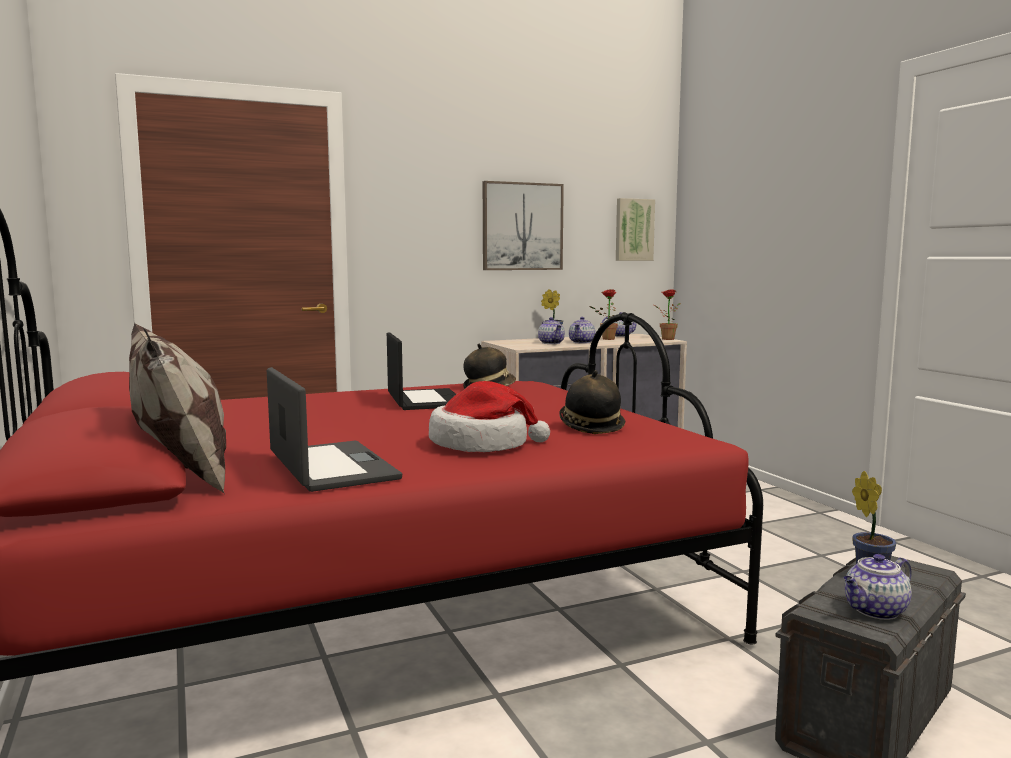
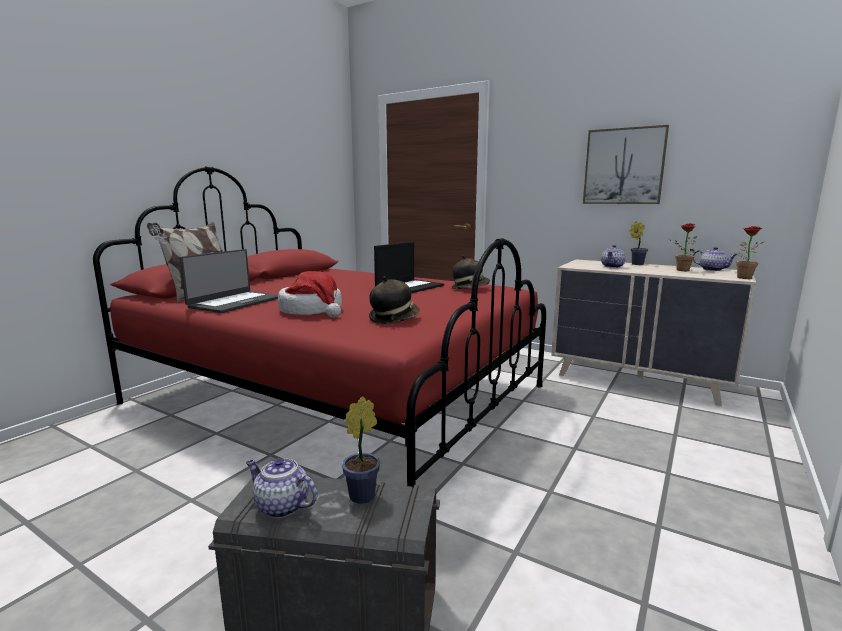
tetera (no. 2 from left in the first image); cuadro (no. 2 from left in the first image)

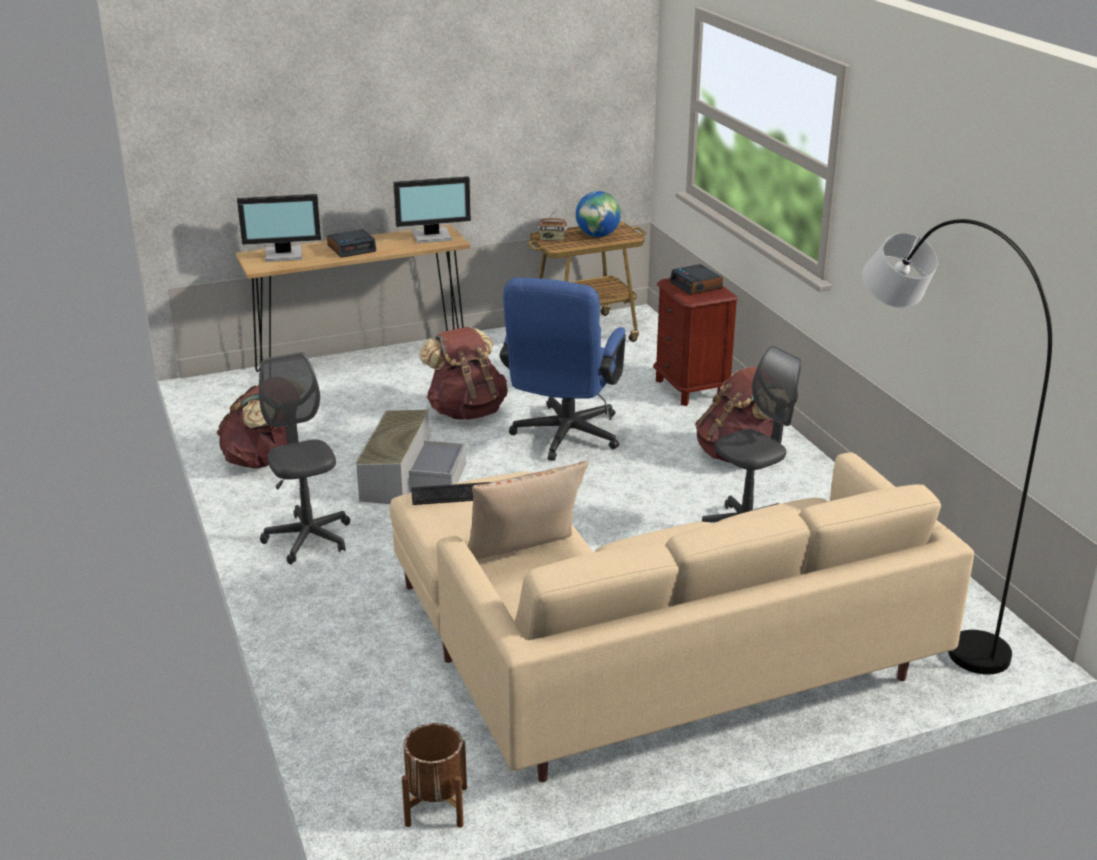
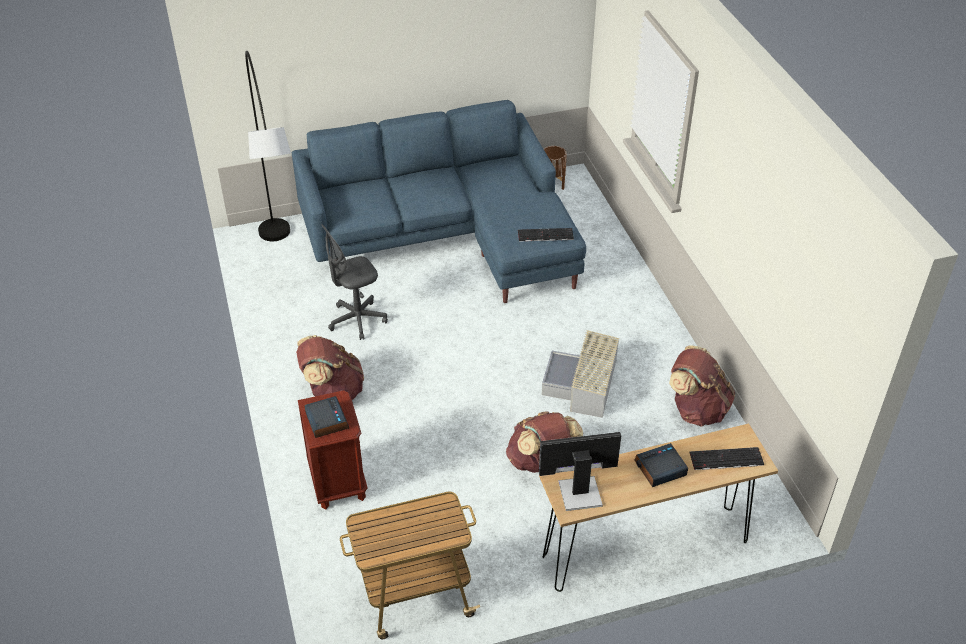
teclado (no. 2 from left); silla de oficina (gris) (no. 1 from left in the first image); sofá (azul); cojín (beis); silla de oficina (azul); radio; globo terráqueo

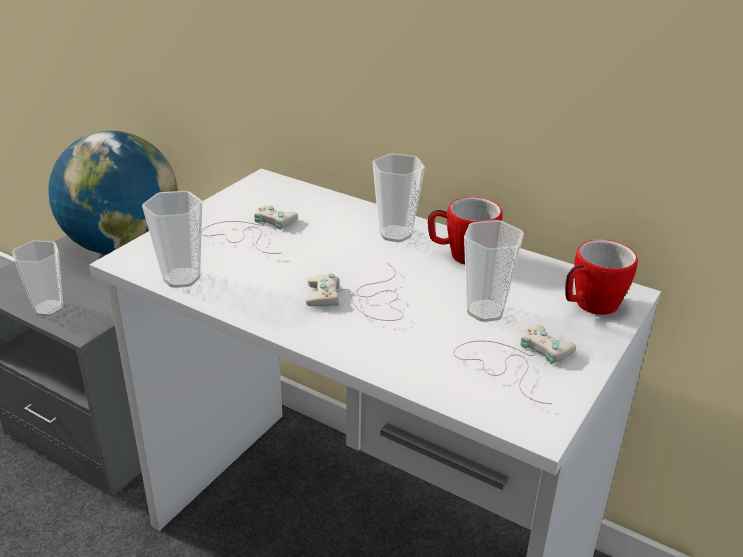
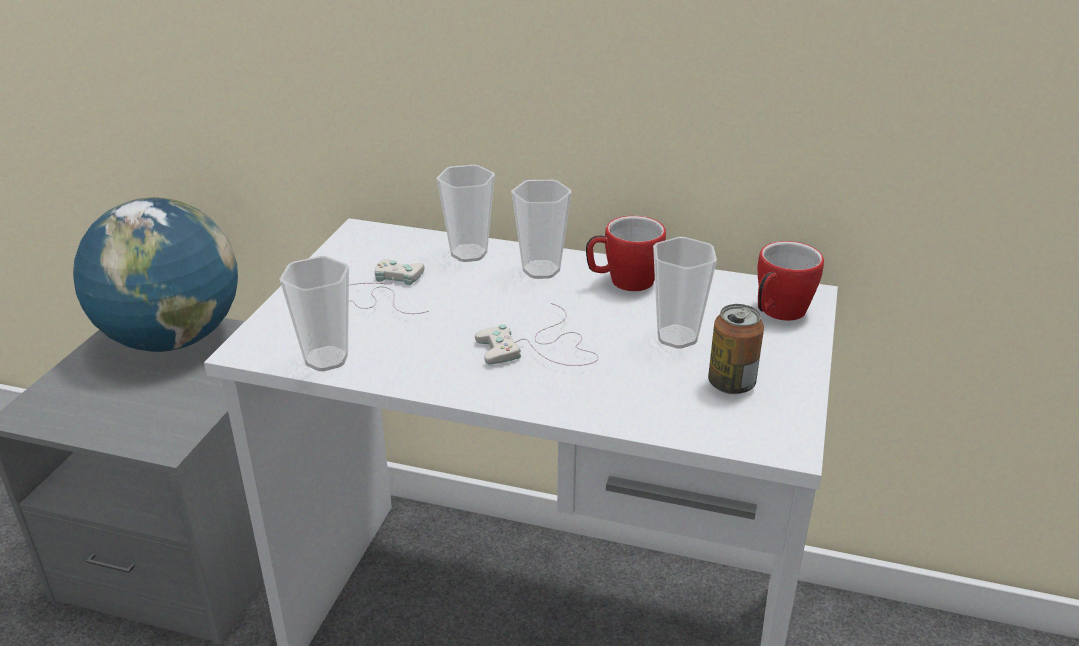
taza (no. 2 from left); lata

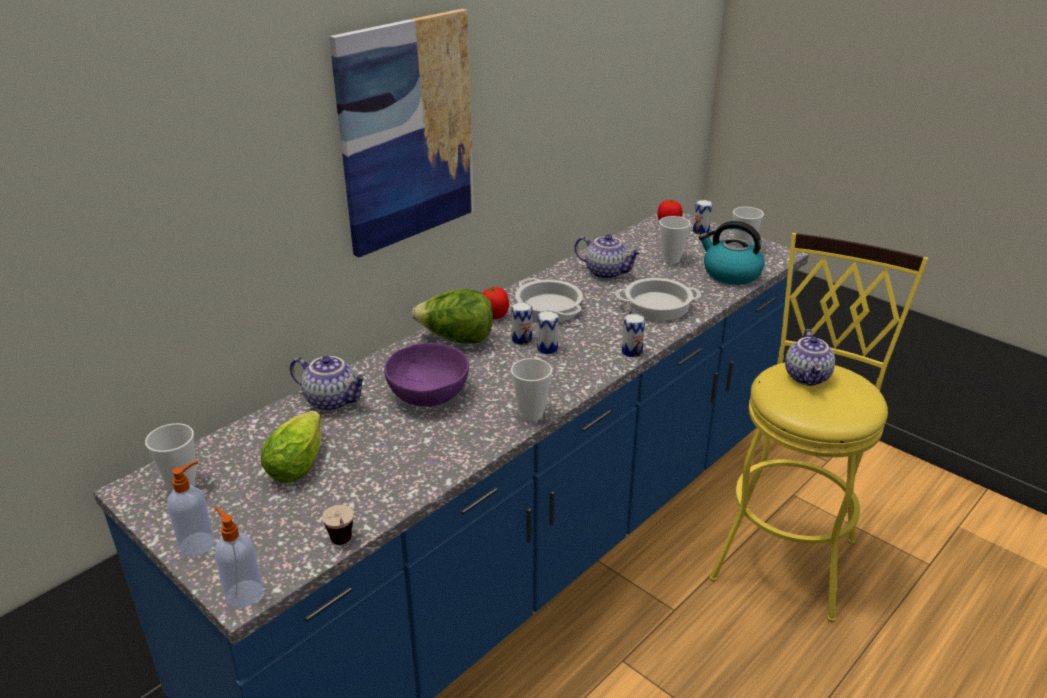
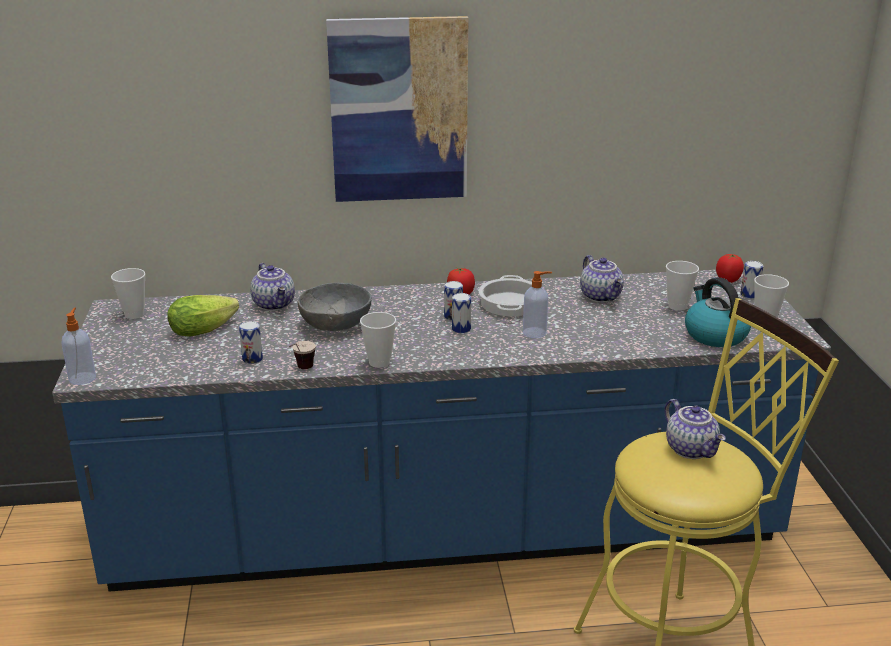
dispensador de jabón (no. 2 from left); taza (no. 2 from left); cuenco (gris); lechuga (no. 2 from left in the first image); olla (no. 2 from left in the first image); lata (no. 1 from left); tetera (no. 3 from left)

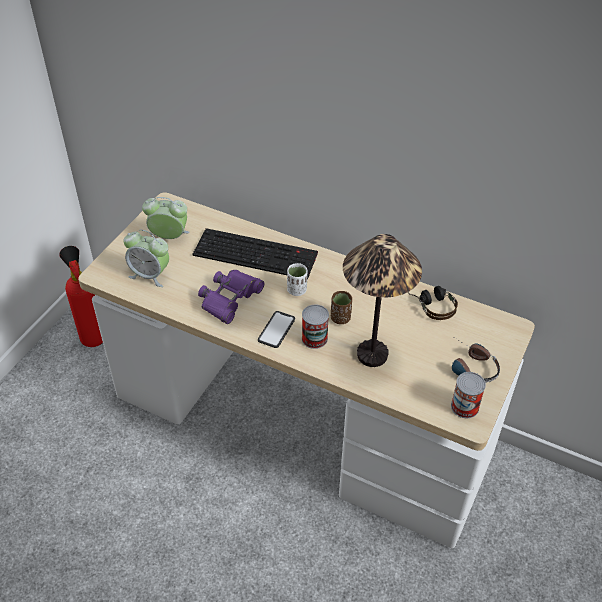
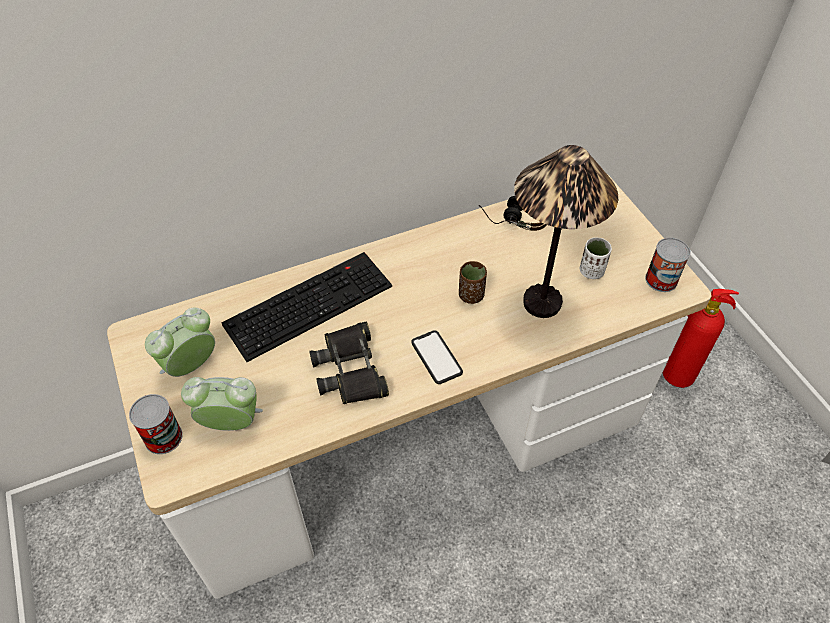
extintor; despertador (no. 2 from left); prismáticos (negro); taza (blanco); lata (no. 1 from left); auriculares (no. 2 from left in the first image)

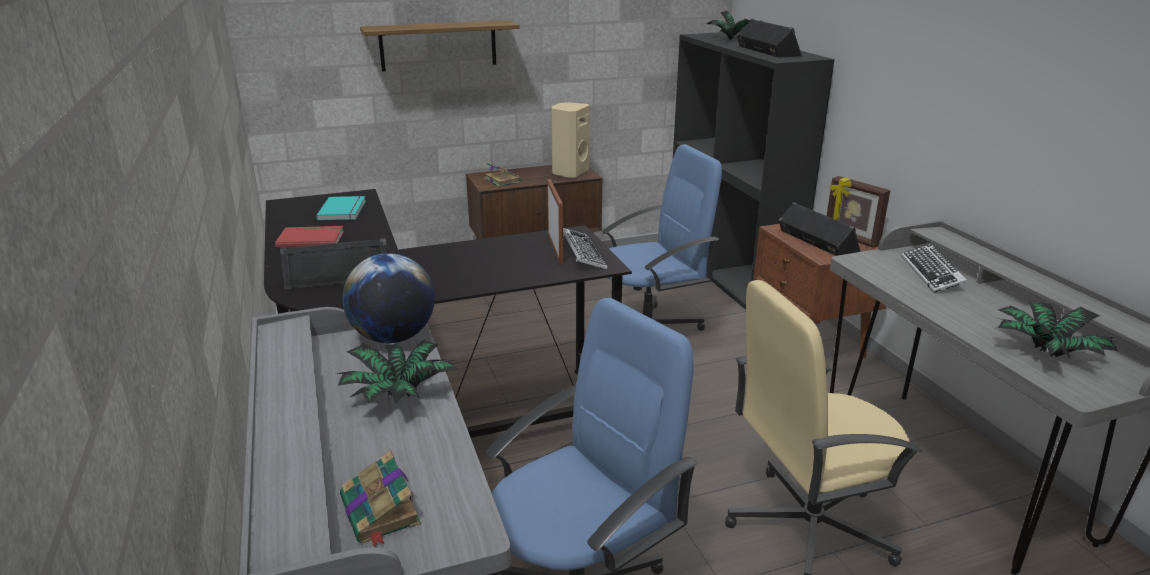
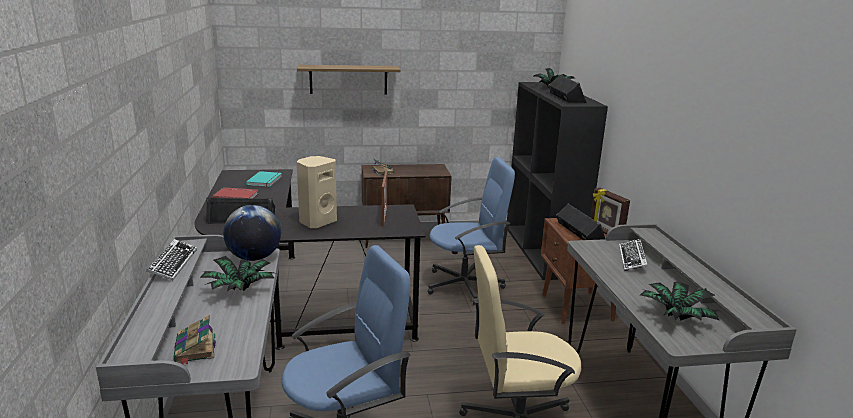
altavoz (beis); teclado (no. 1 from left)

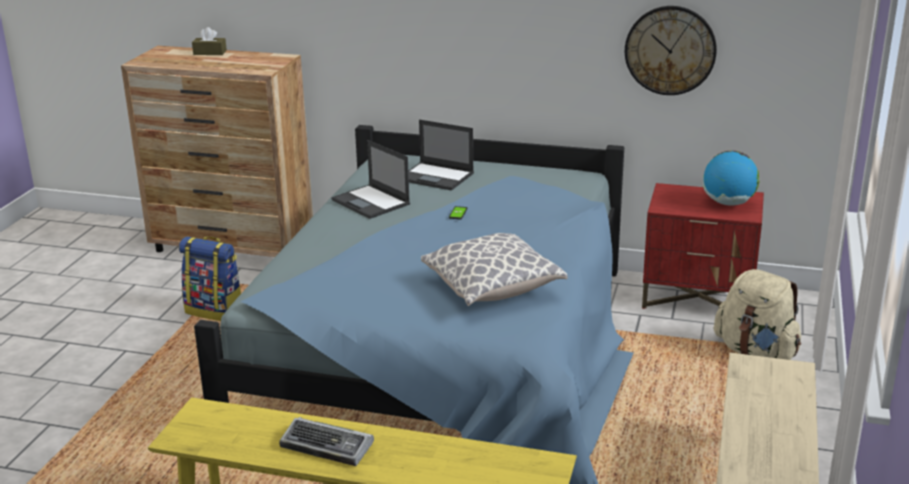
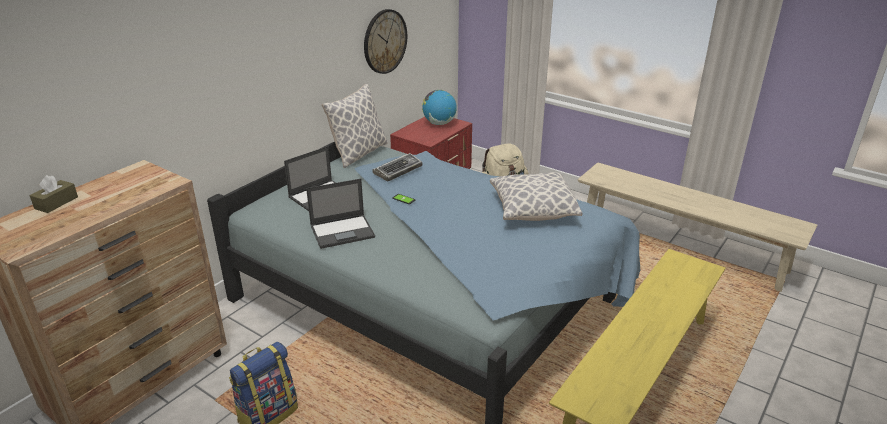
teclado; cojín (no. 1 from left)

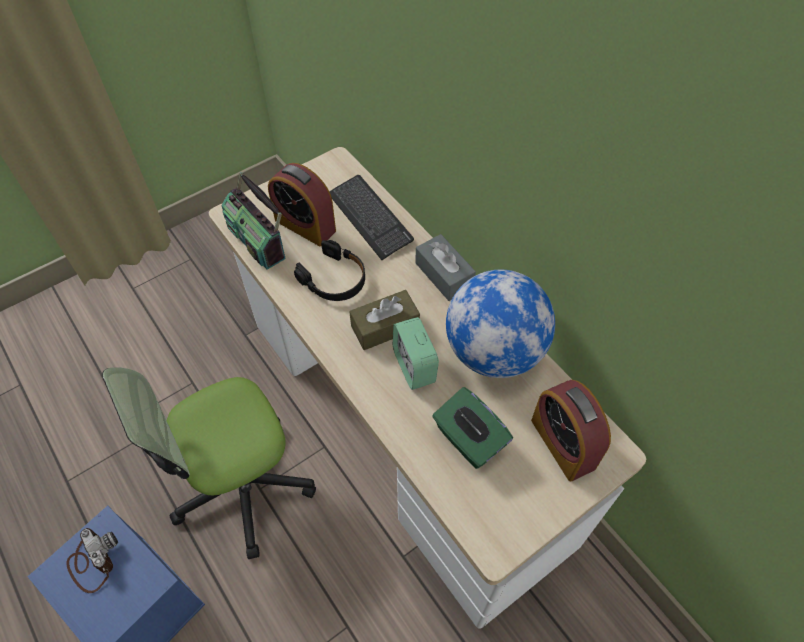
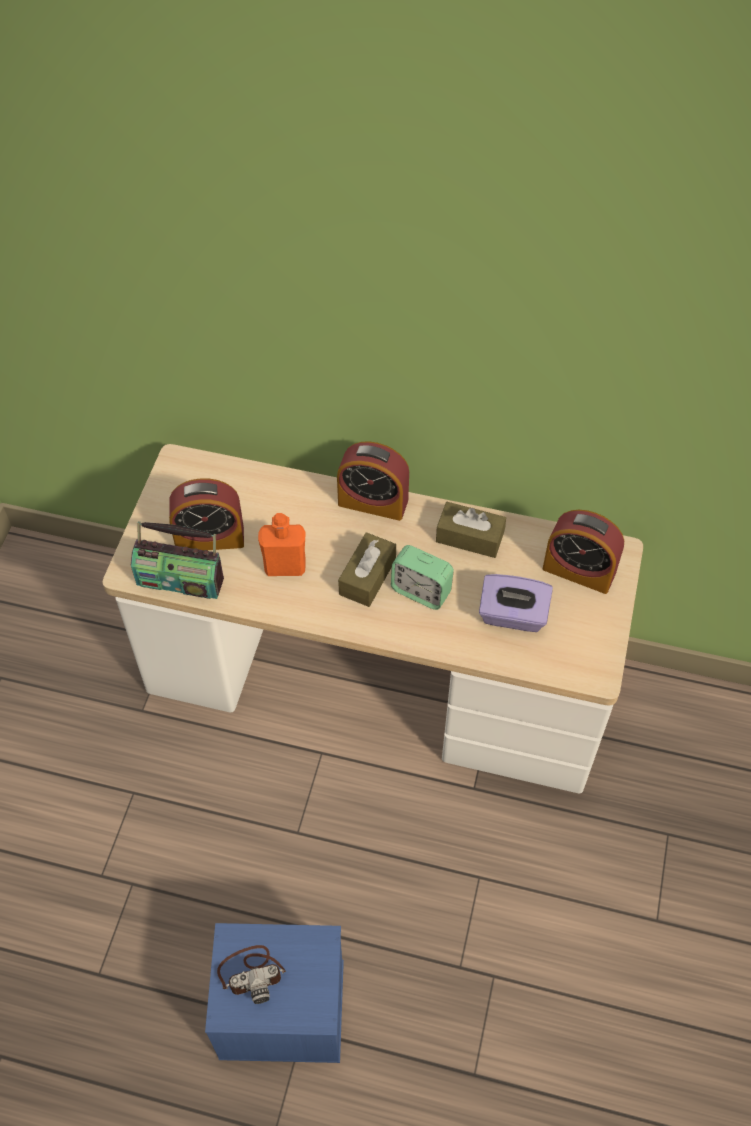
cámara; silla de oficina; botella (naranja); teclado; despertador (no. 2 from left); caja de pañuelos (morado); caja de pañuelos (marrón) (no. 2 from left)

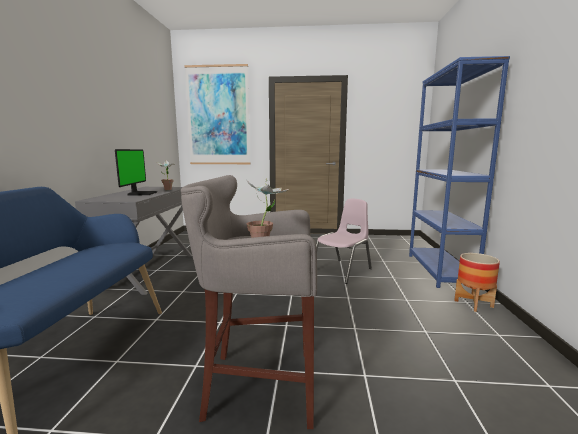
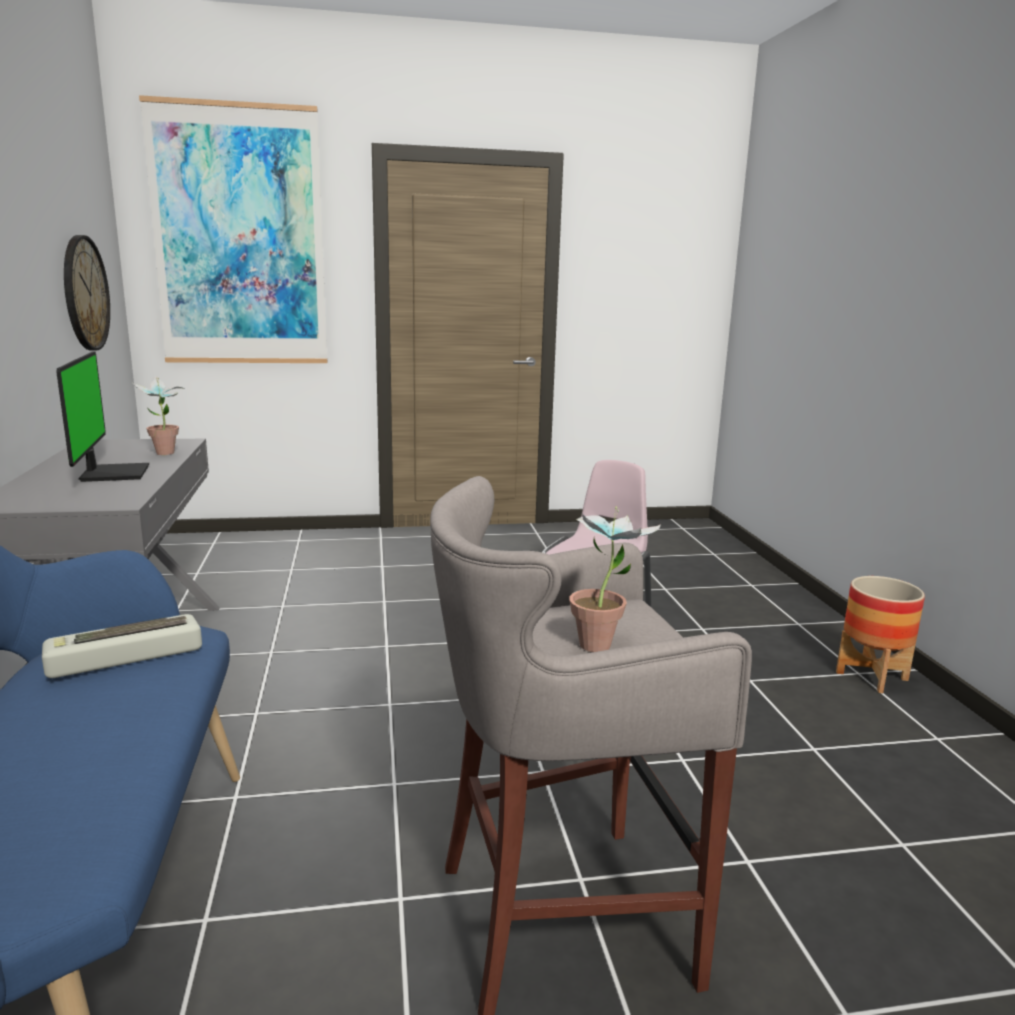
estantería (azul); teclado; reloj de pared

